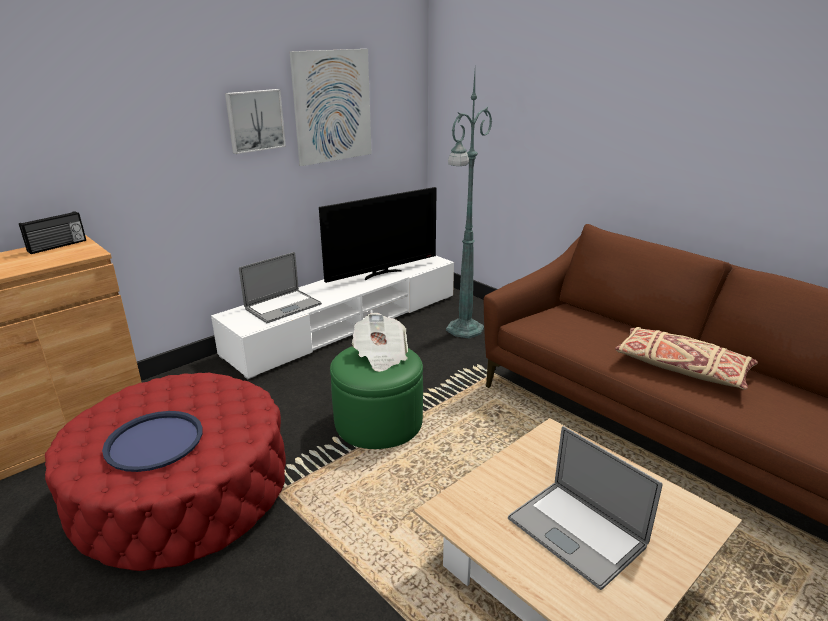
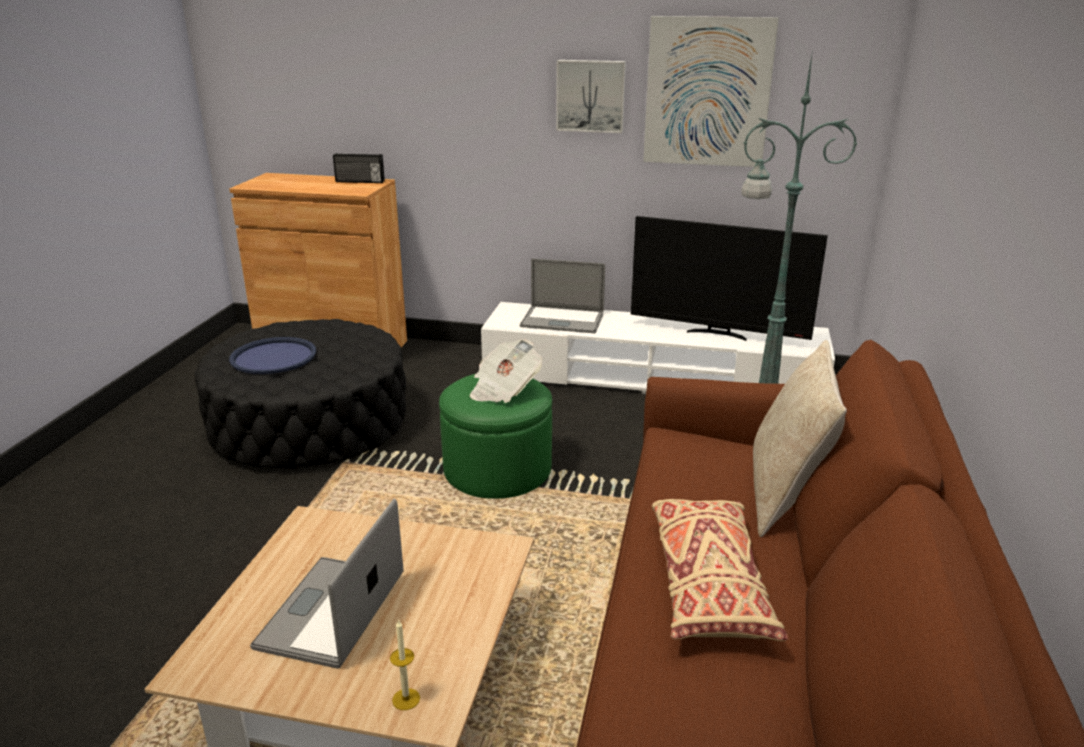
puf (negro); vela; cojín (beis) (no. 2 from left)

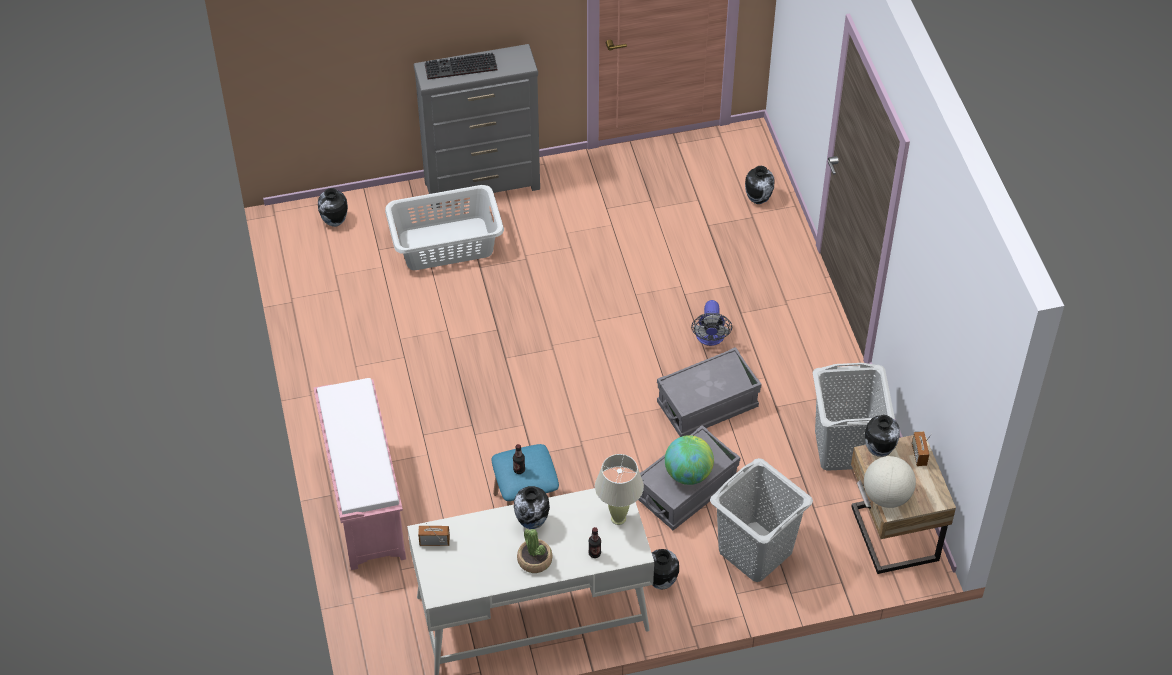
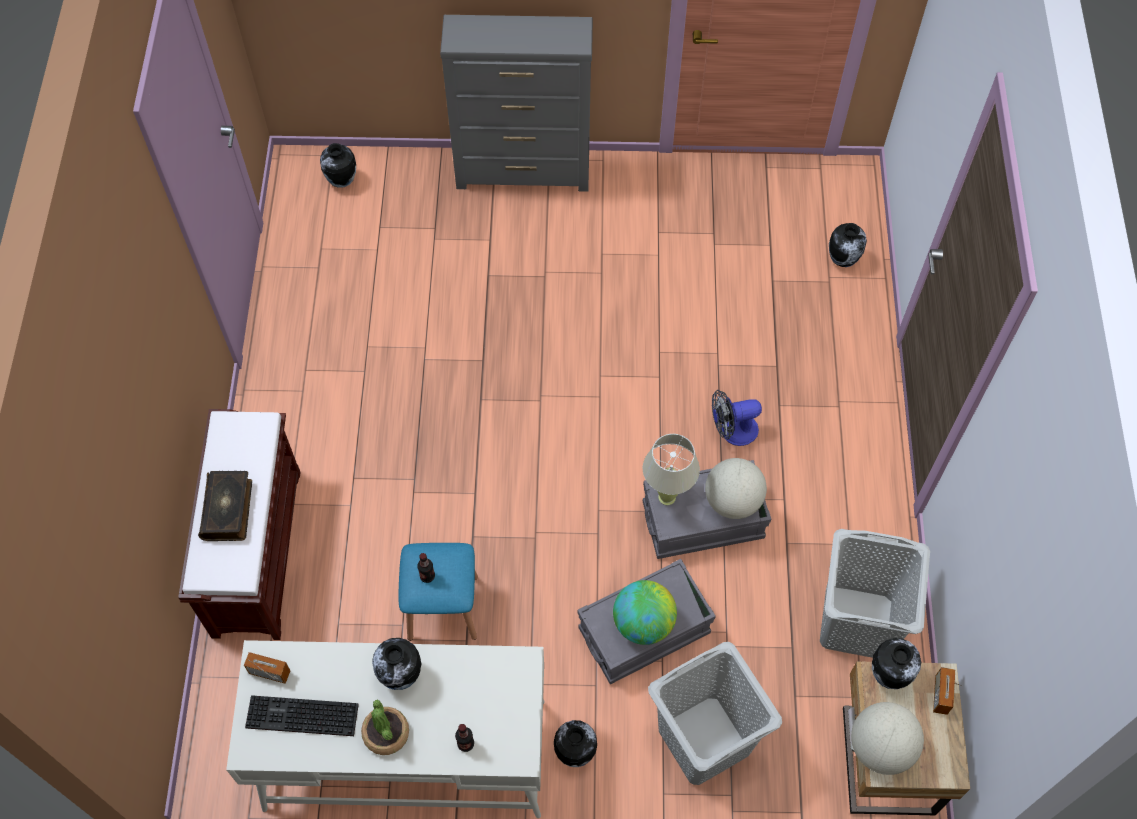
banco (marrón); cesto de la ropa (gris) (no. 1 from left in the first image); teclado; lámpara de mesa (beis); ventilador; libro; globo terráqueo (no. 2 from left)

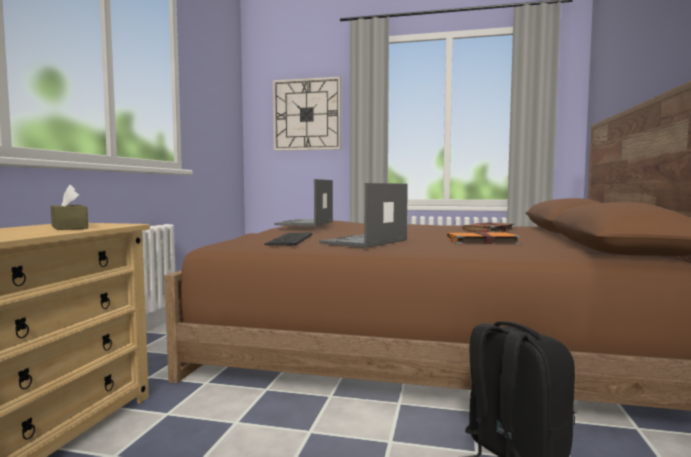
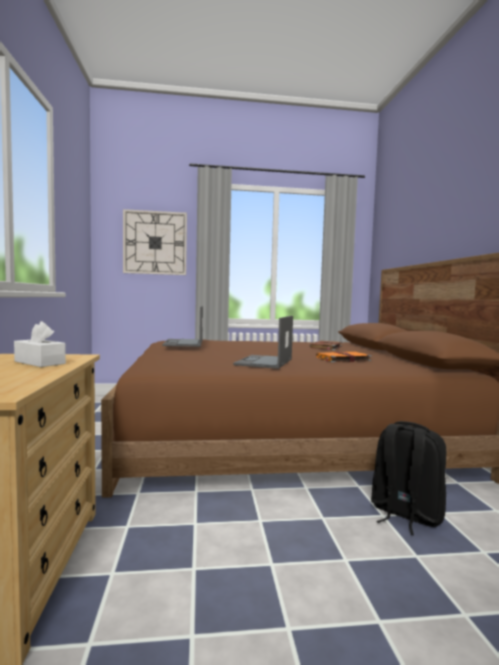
caja de pañuelos (blanco); teclado

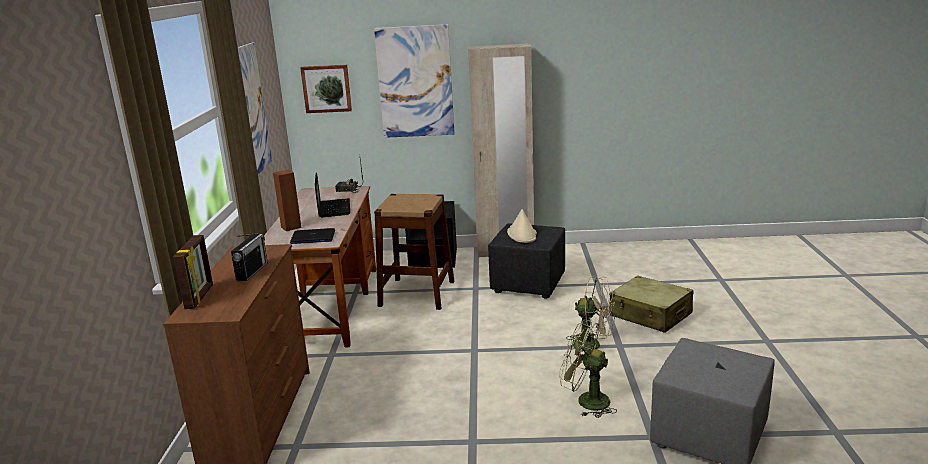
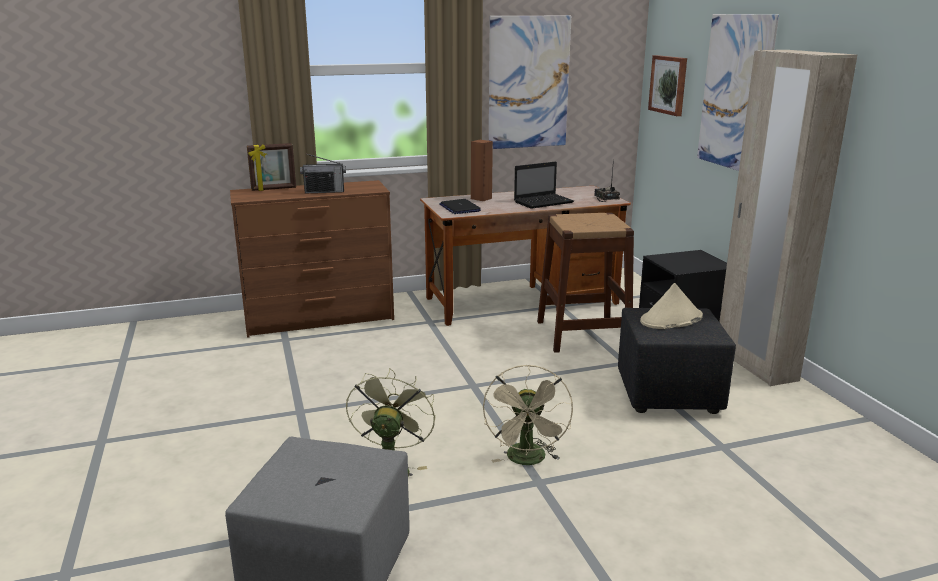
maleta (beis)

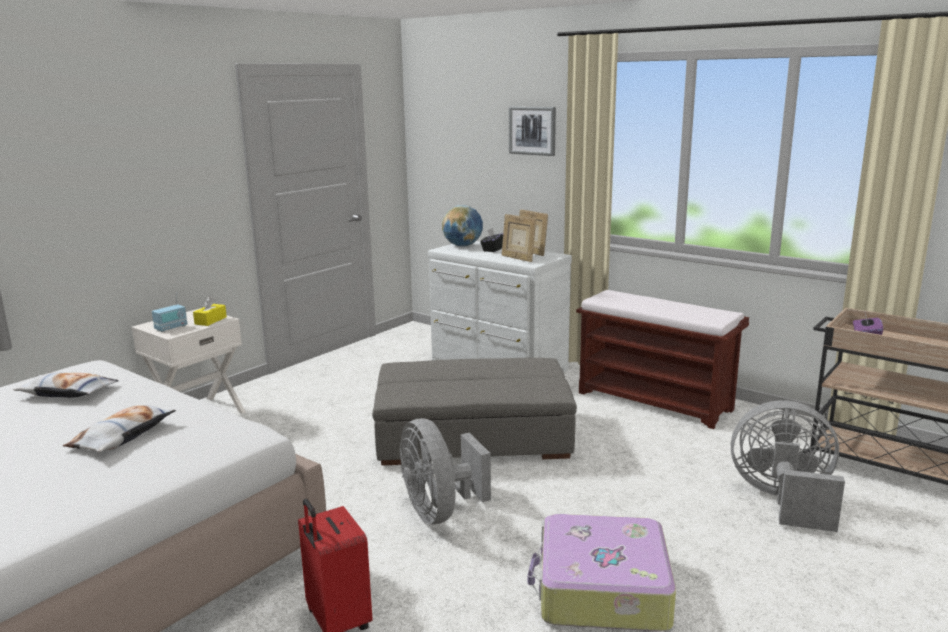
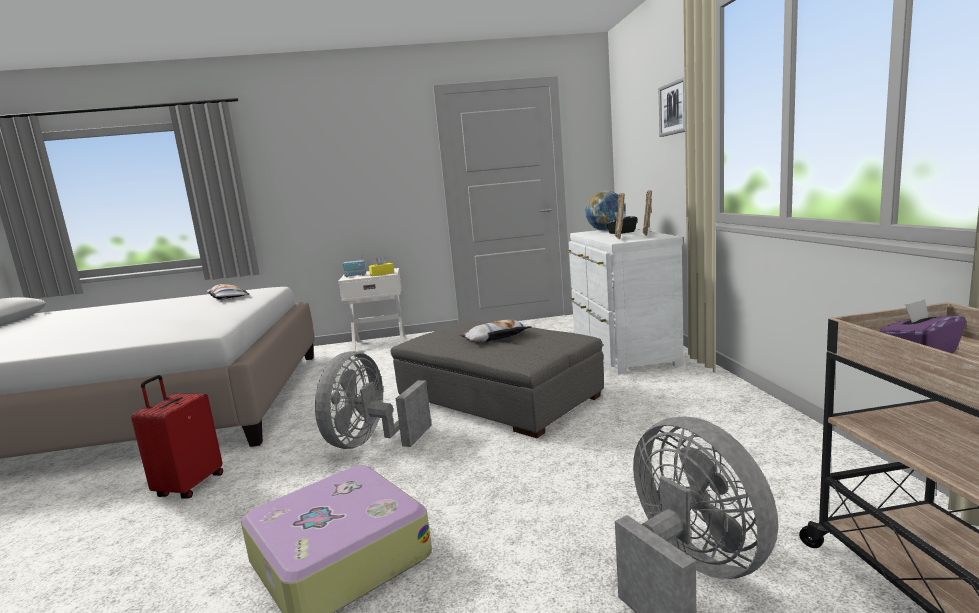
cojín (no. 2 from left); banco (marrón)

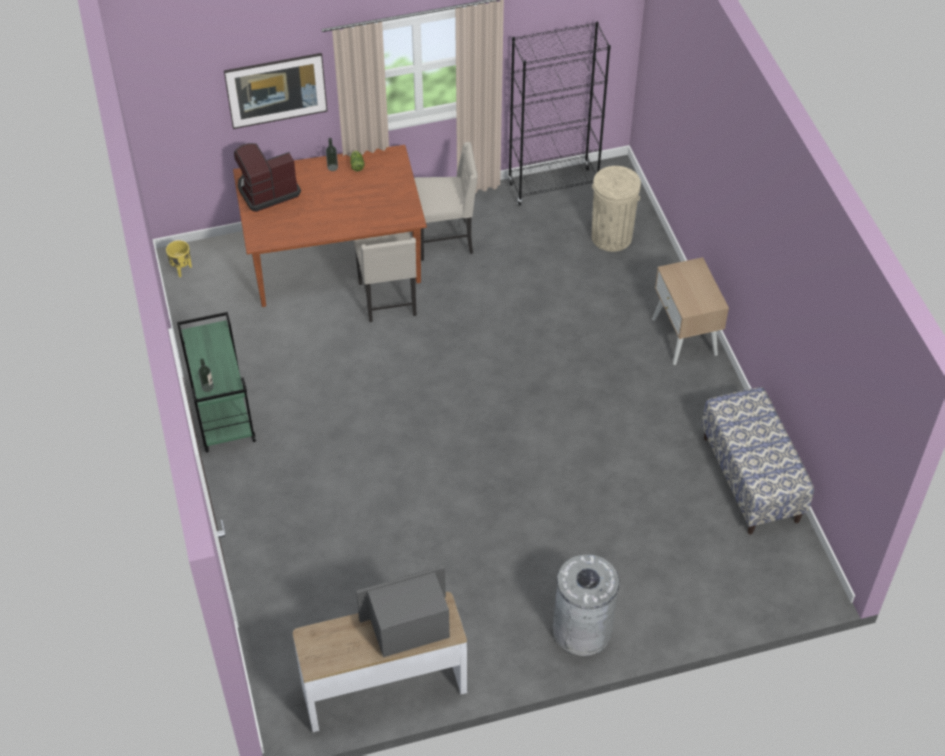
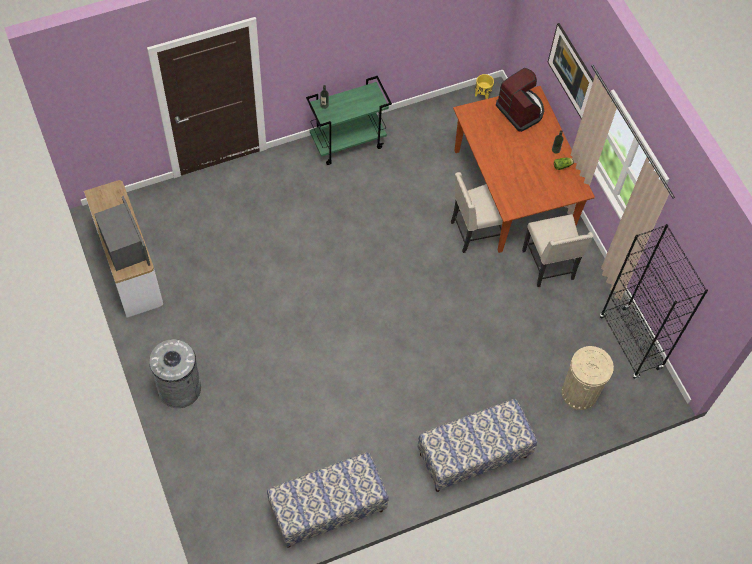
banco (no. 2 from left)

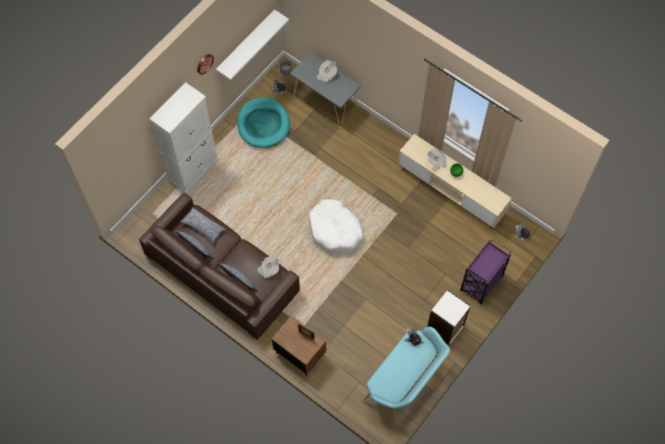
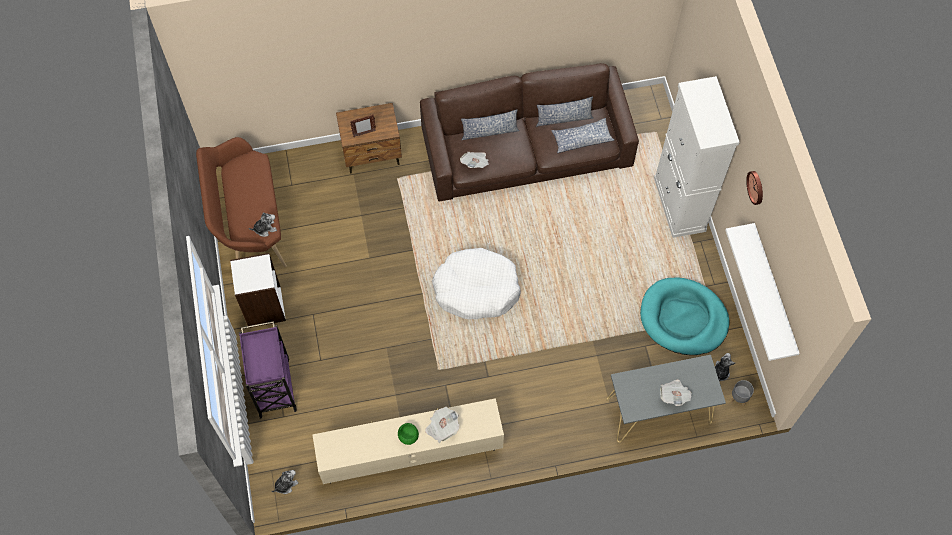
banco (marrón)

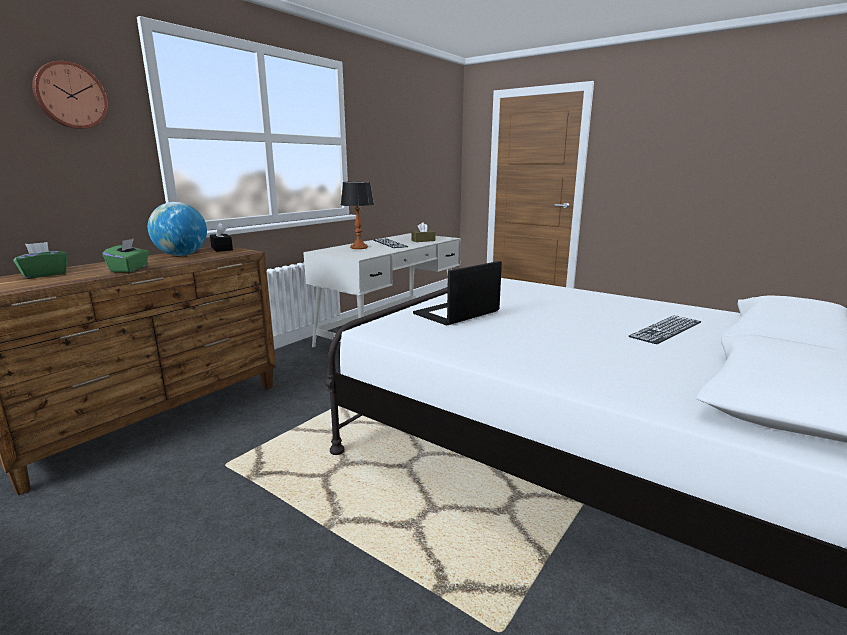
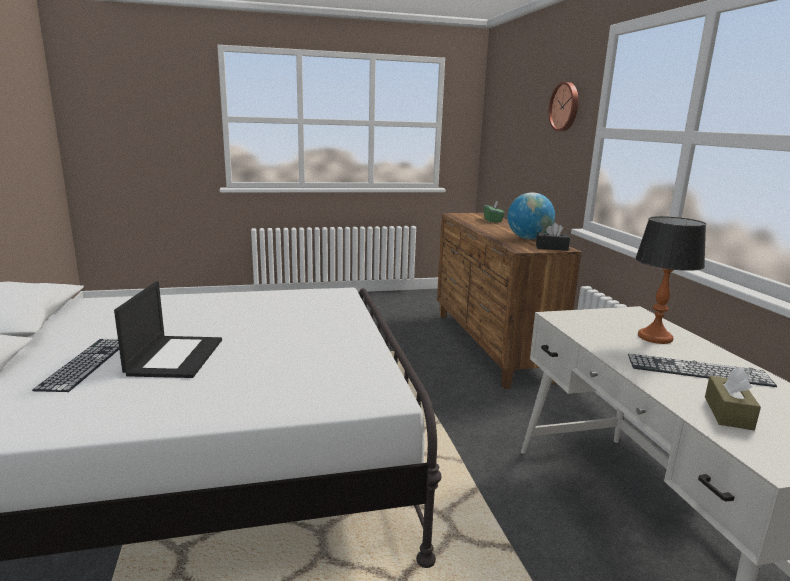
caja de pañuelos (verde) (no. 2 from left in the first image); portátil

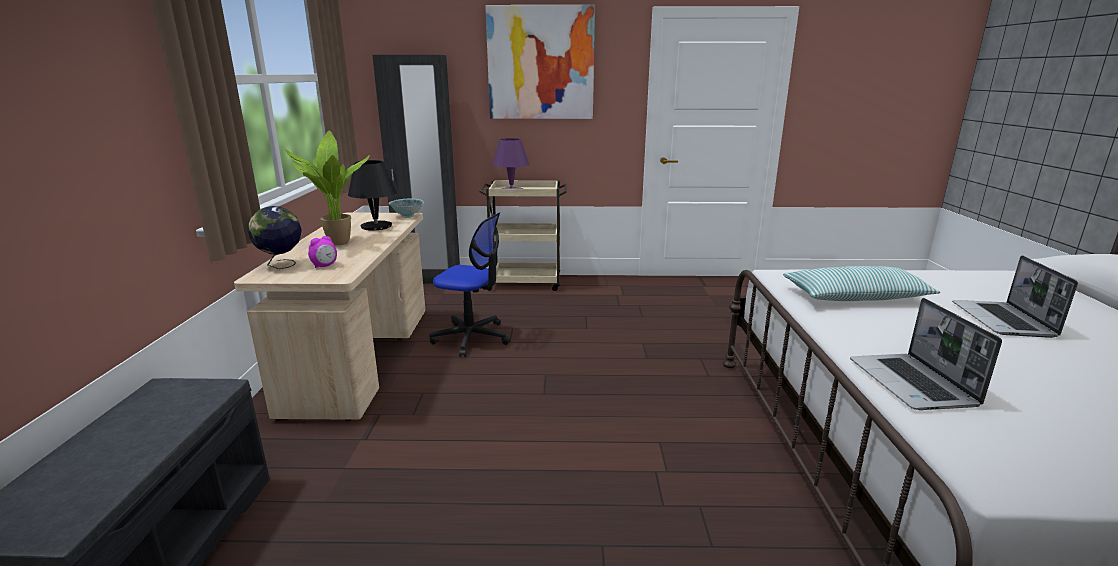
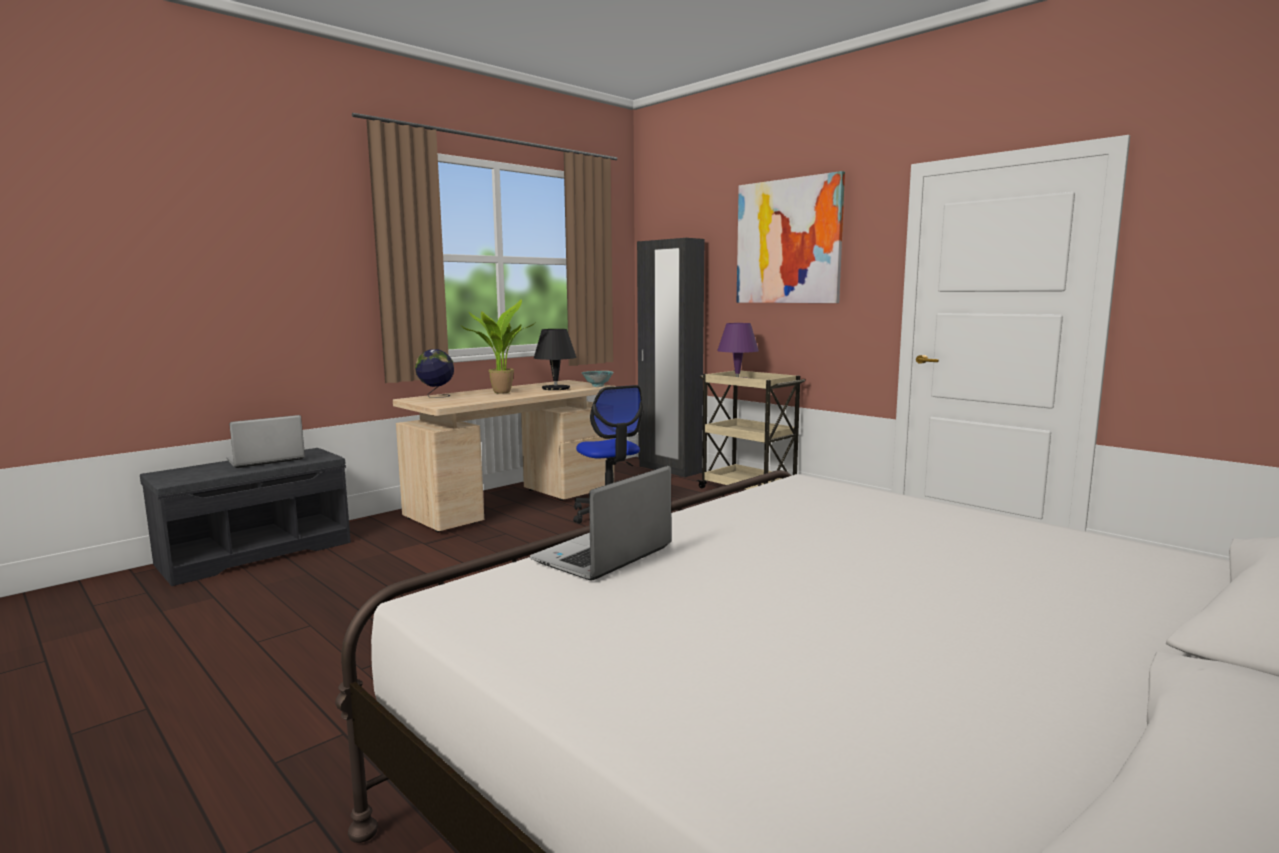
despertador; cojín; portátil (no. 1 from left)

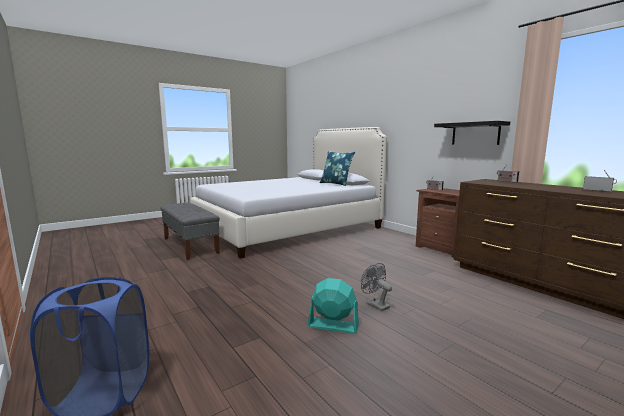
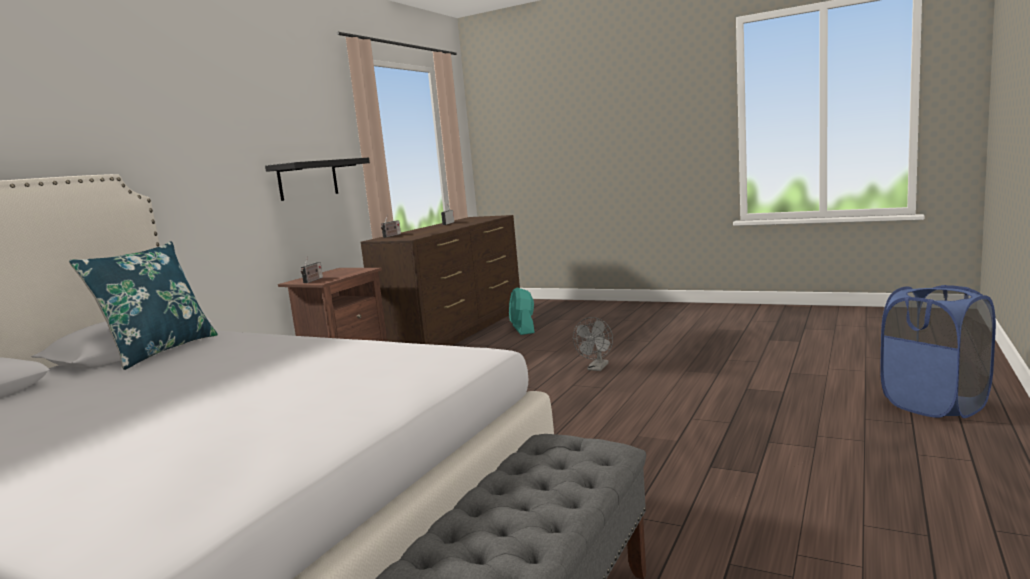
ventilador (turquesa)

